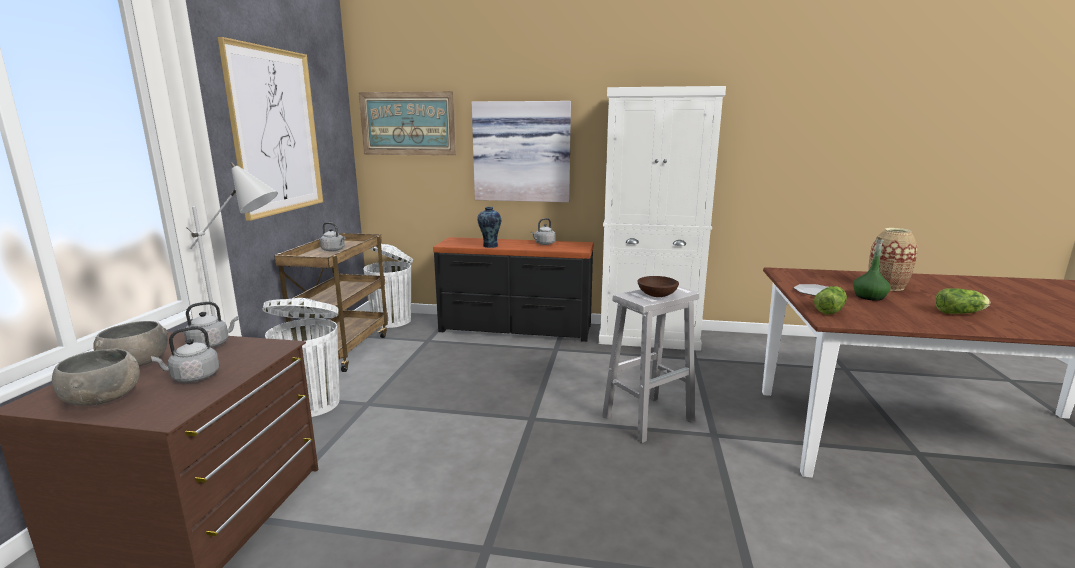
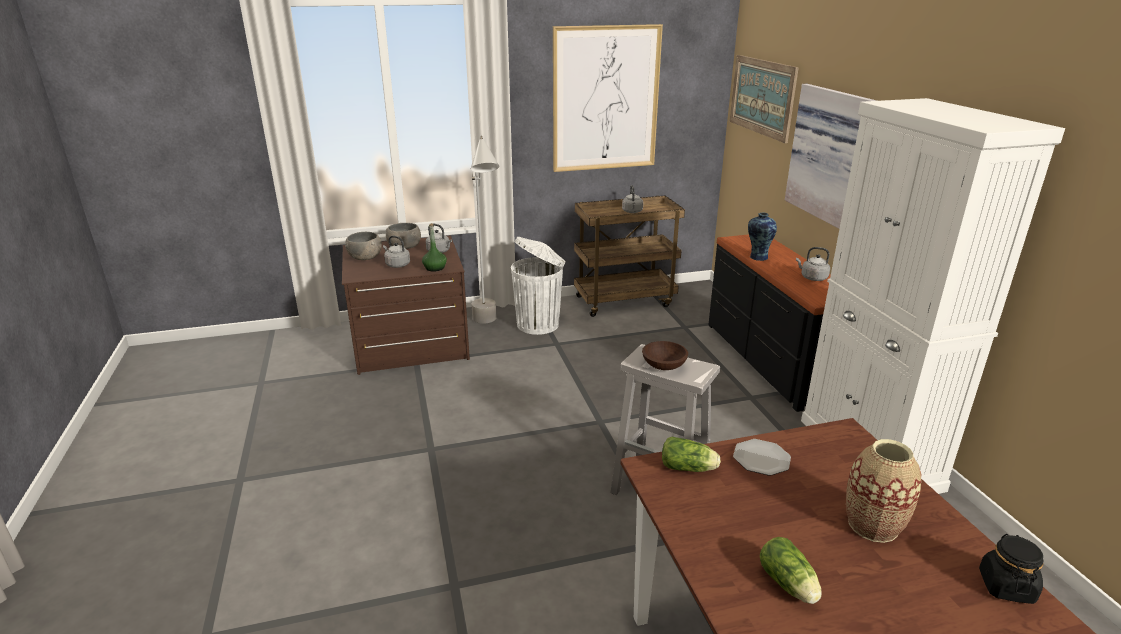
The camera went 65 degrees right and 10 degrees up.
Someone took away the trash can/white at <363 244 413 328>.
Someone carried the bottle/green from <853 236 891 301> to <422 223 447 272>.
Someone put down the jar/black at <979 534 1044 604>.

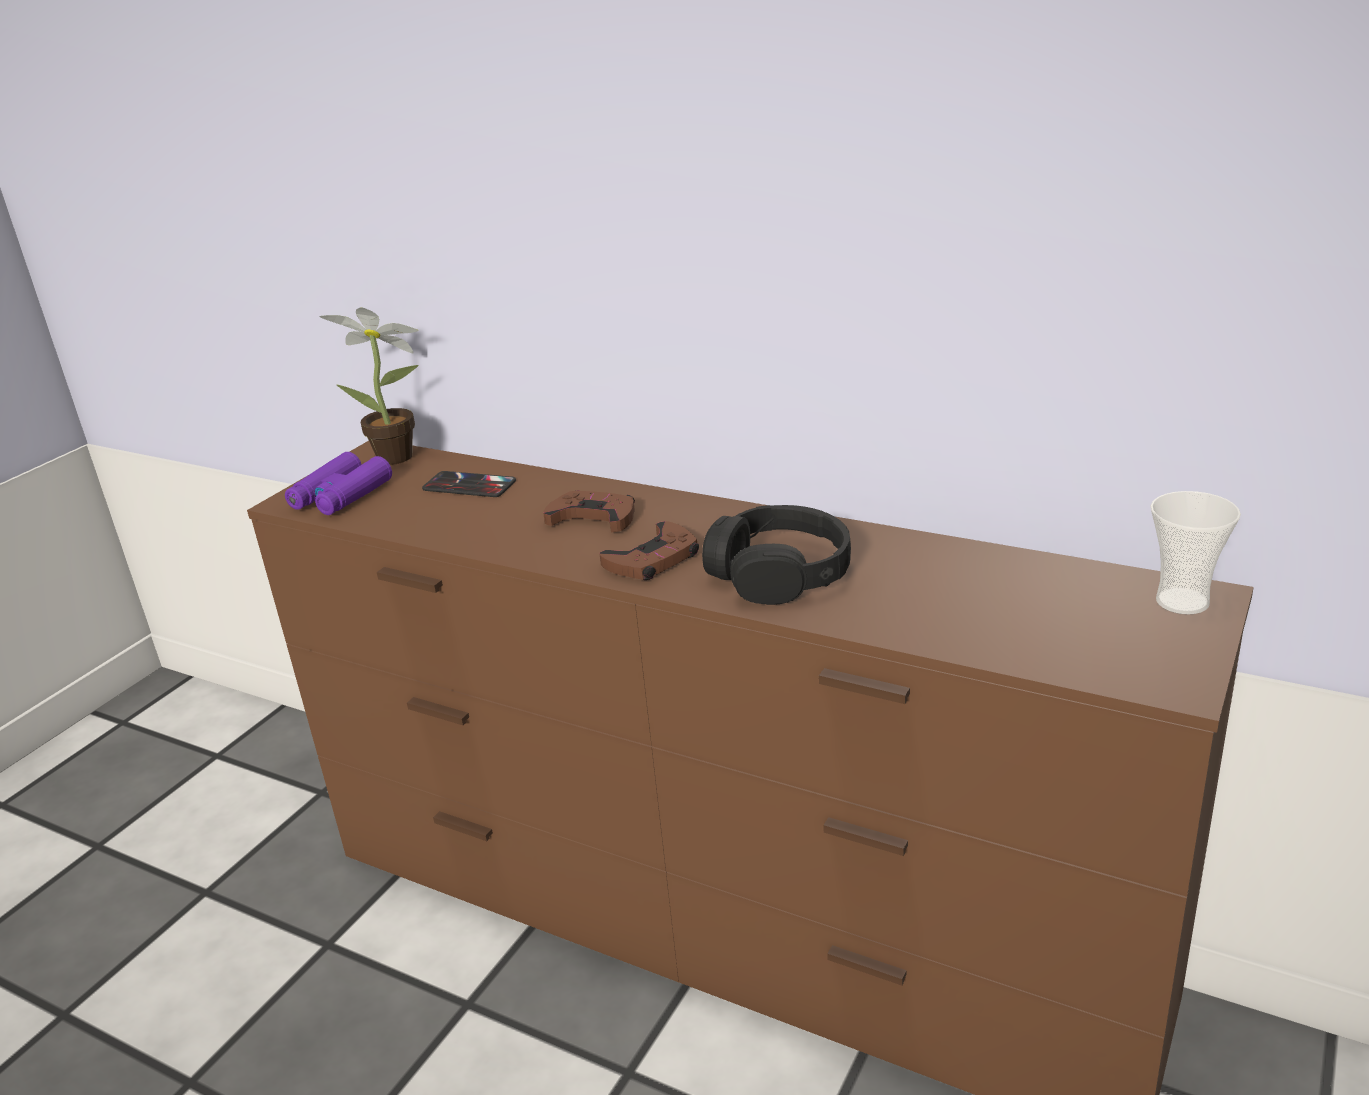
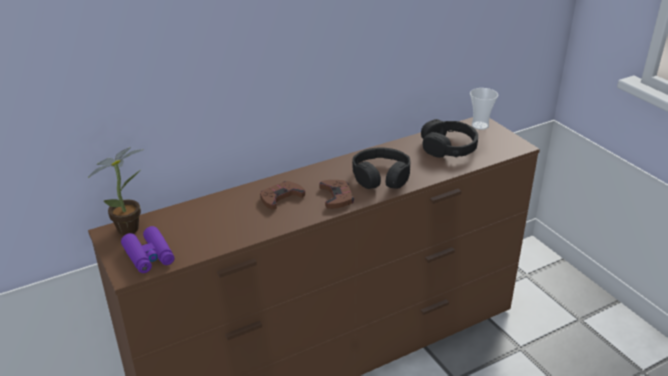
The camera went 60 degrees left and 5 degrees up.
Someone took away the phone at <422 471 516 497>.
Someone put down the headphones/black at <421 119 478 158>.

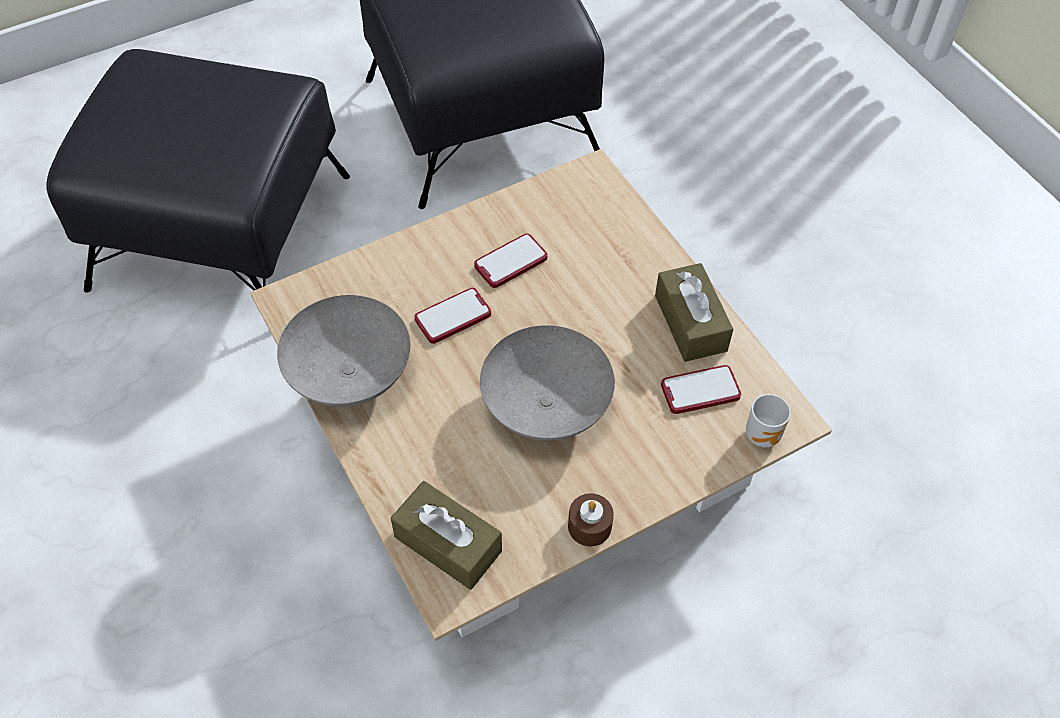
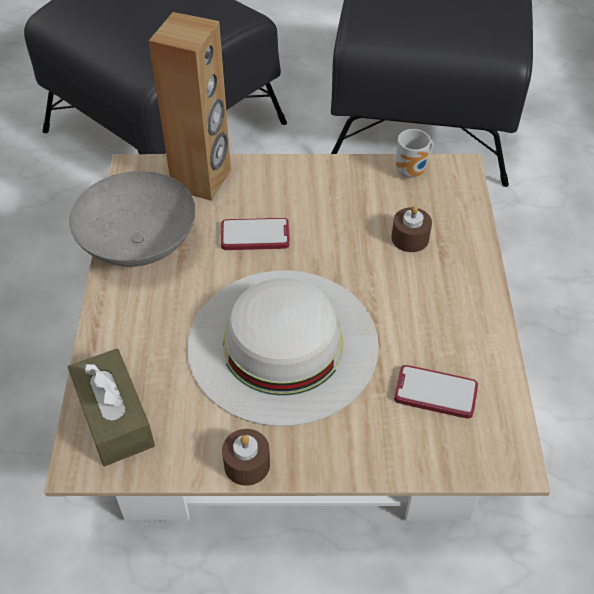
The camera went 30 degrees right and 5 degrees down.
Someone took away the phone at <474 233 547 288>.
Someone swapped the bowl/grey at <480 325 615 441> for the hat/white at <187 270 379 426>.
Someone took away the tissue box/brown at <655 263 734 362>.
Someone carried the mug from <746 394 791 447> to <395 129 434 178>.
Someone put down the speaker/brown at <149 12 231 201>.
Someone put down the candle/brown at <391 206 432 252>.

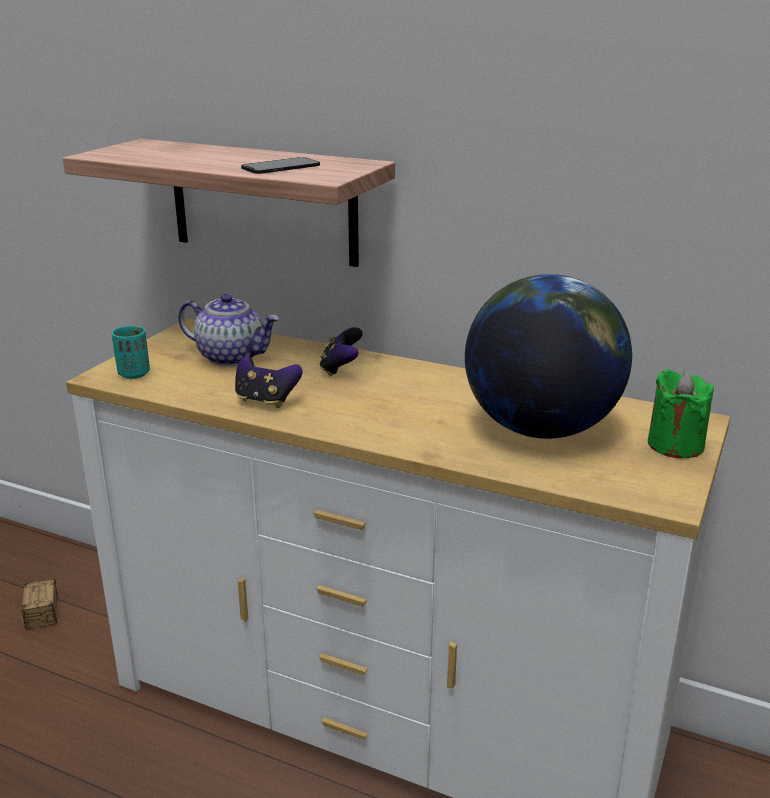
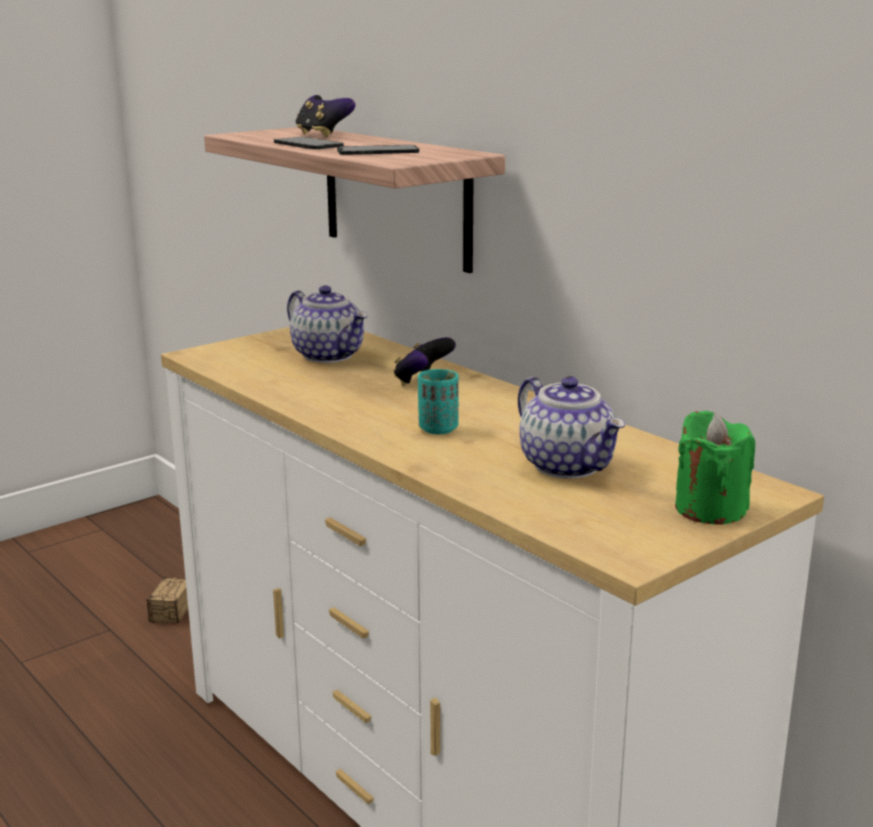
The camera went 25 degrees right and 5 degrees down.
Someone carried the cup/turquoise from <112 326 150 379> to <418 369 459 434>.
Someone carried the game controller from <235 356 303 408> to <296 95 355 137>.
Someone swapped the globe at <465 274 632 439> for the teapot at <518 376 625 479>.
Someone put down the phone at <274 137 344 149>.

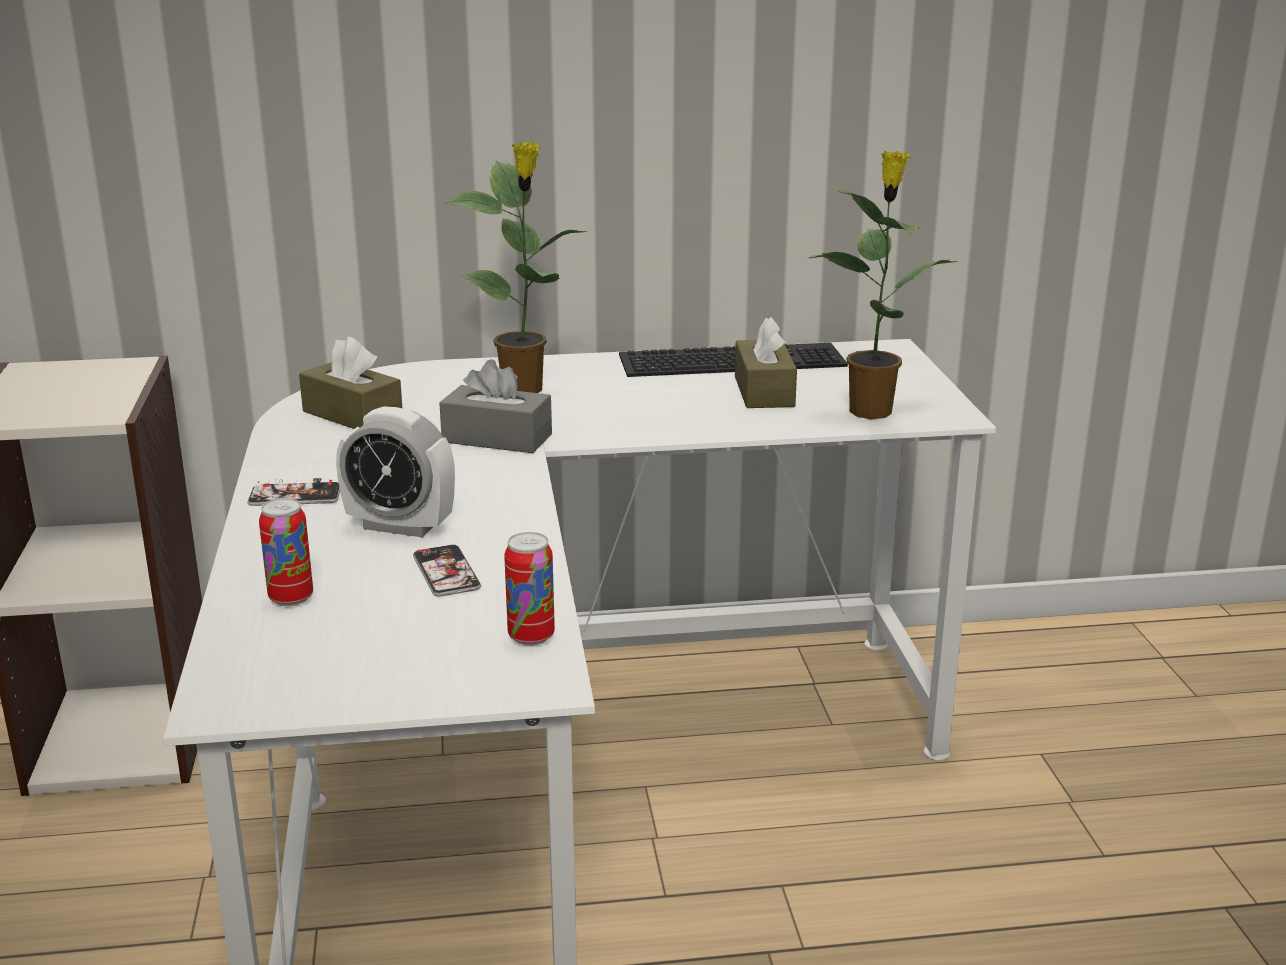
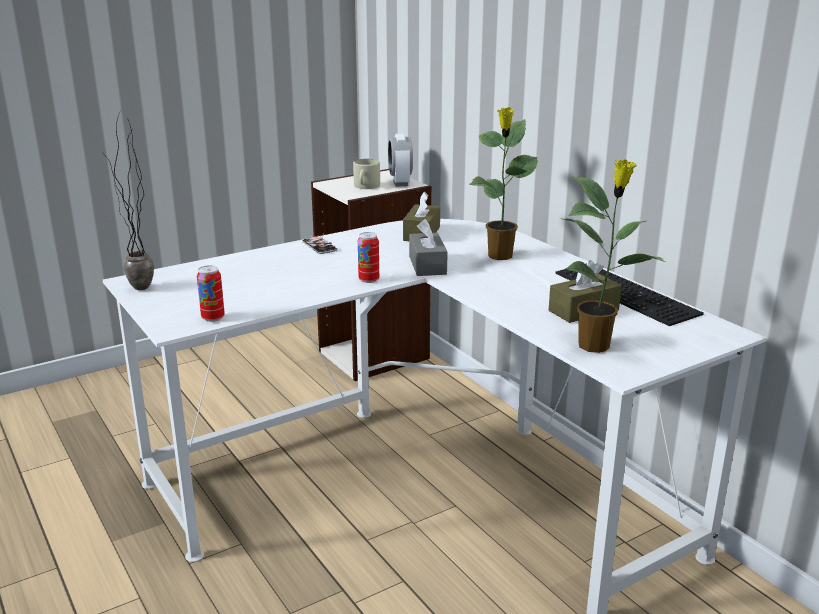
The camera went 65 degrees right and 0 degrees up.
Someone carried the can from <259 498 313 606> to <358 232 379 283>.
Someone carried the alarm clock from <336 406 455 537> to <388 134 413 186>.
Someone took away the phone at <413 544 481 597>.
Someone put down the potted plant at <106 111 154 290>.
Someone put down the mug/beige at <353 159 380 189>.

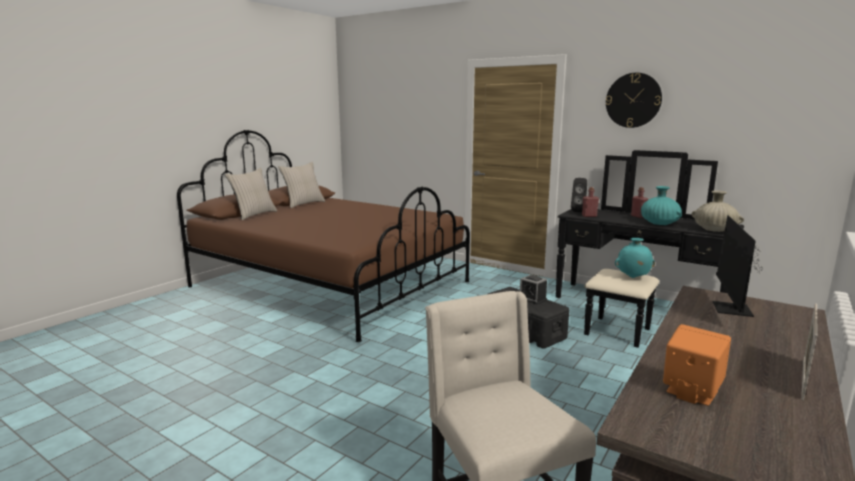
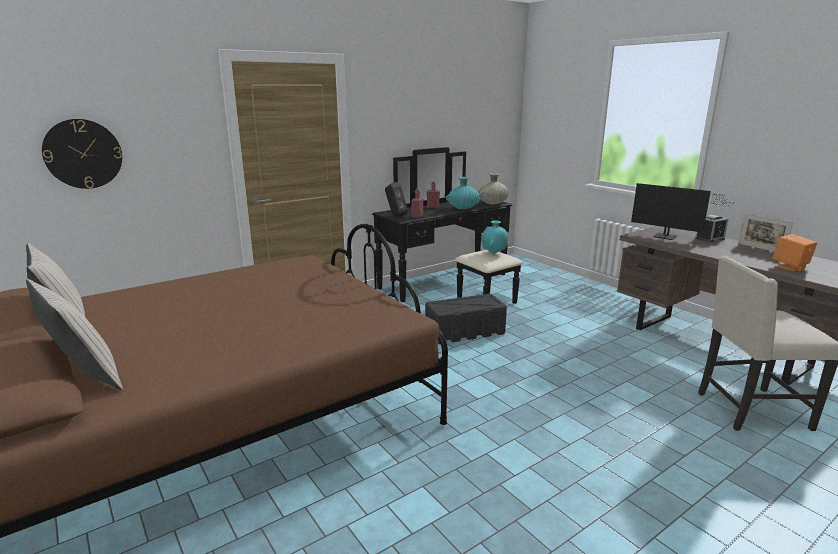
The camera went 70 degrees left and 5 degrees up.
Someone carried the alarm clock from <520 275 547 305> to <695 215 728 242>.
Someone carried the wall clock from <606 73 662 128> to <42 119 122 189>.

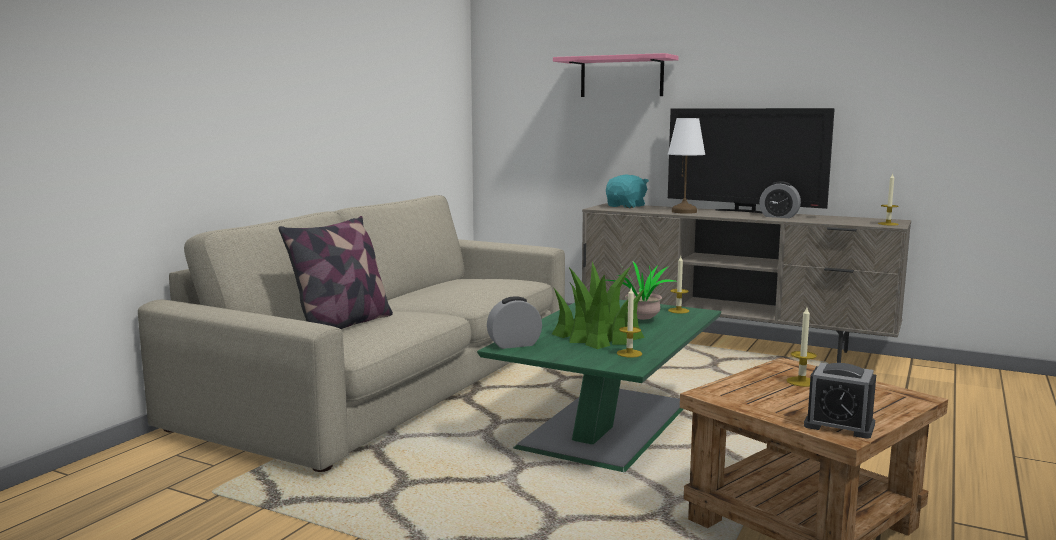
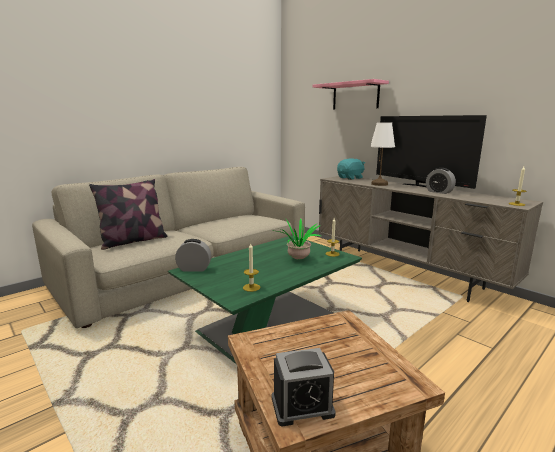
The camera went 20 degrees right and 5 degrees up.
Someone took away the potted plant at <552 262 645 349>.
Someone took away the candle at <787 307 817 387>.
Someone rotated the alarm clock at <804 363 876 439> by 60 degrees counterclockwise.

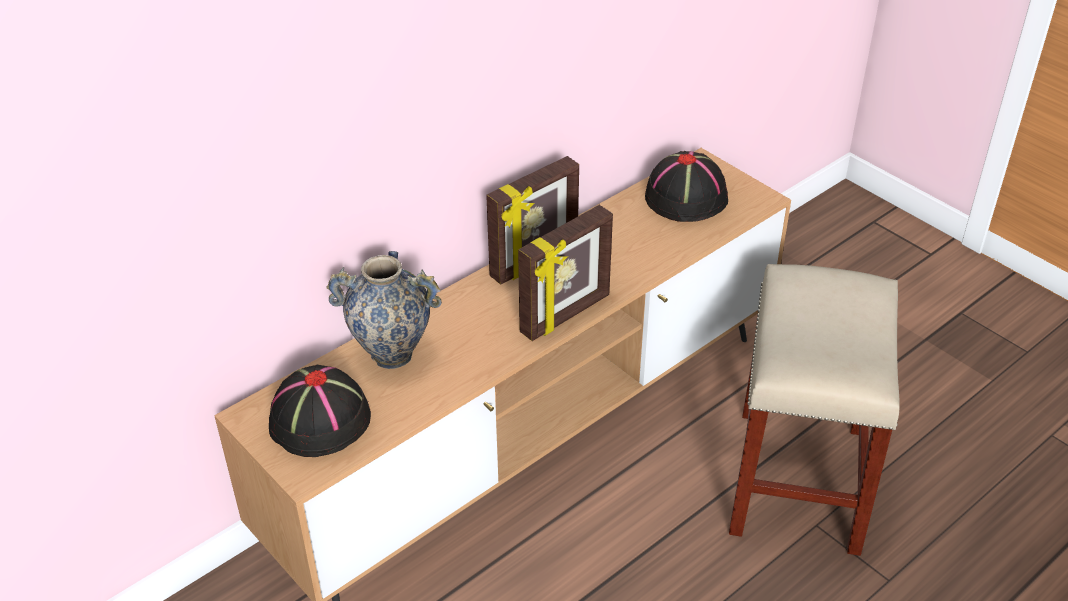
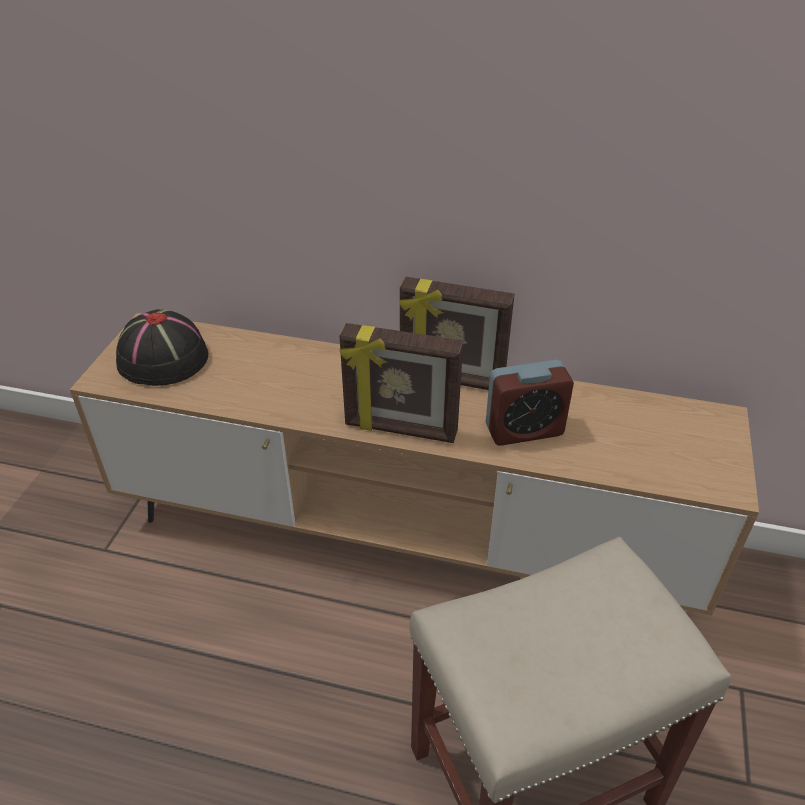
The camera went 55 degrees right and 0 degrees up.
Someone took away the vase at <326 251 442 369>.
Someone took away the hat/black at <645 151 728 222>.
Someone put down the alarm clock at <486 360 574 446>.

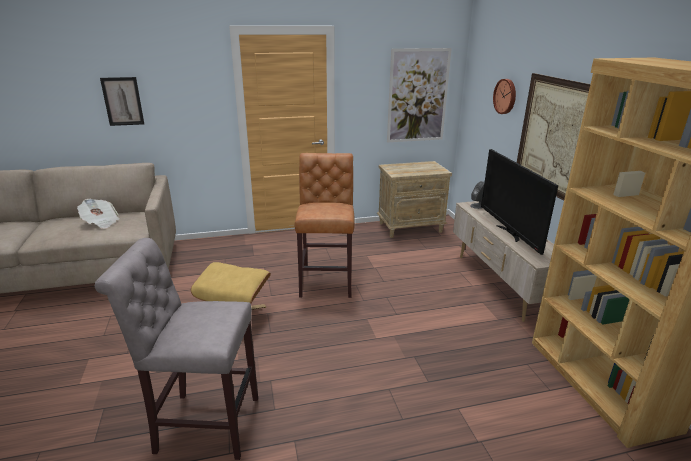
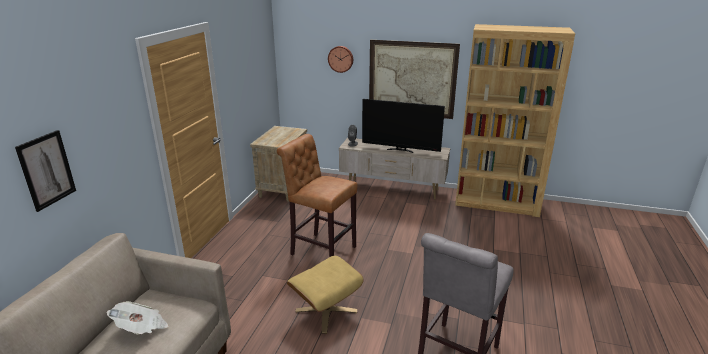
The camera went 60 degrees left and 0 degrees up.
Someone took away the picture at <387 48 452 142>.

